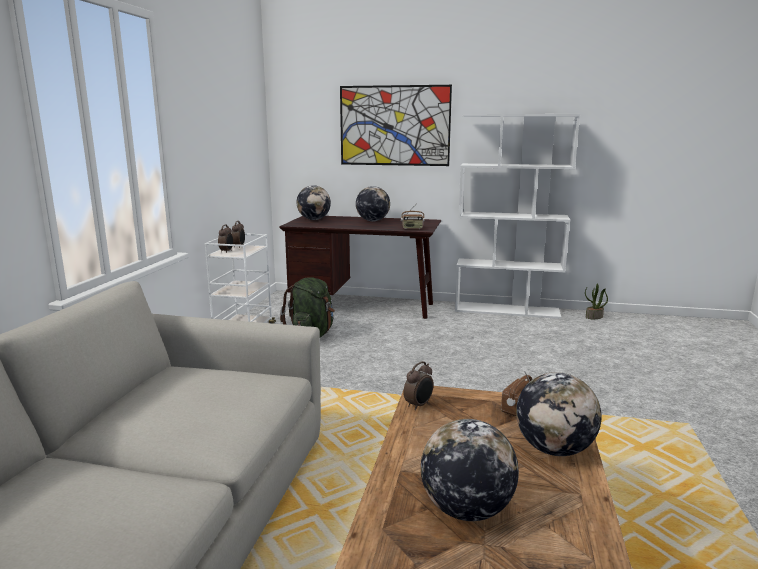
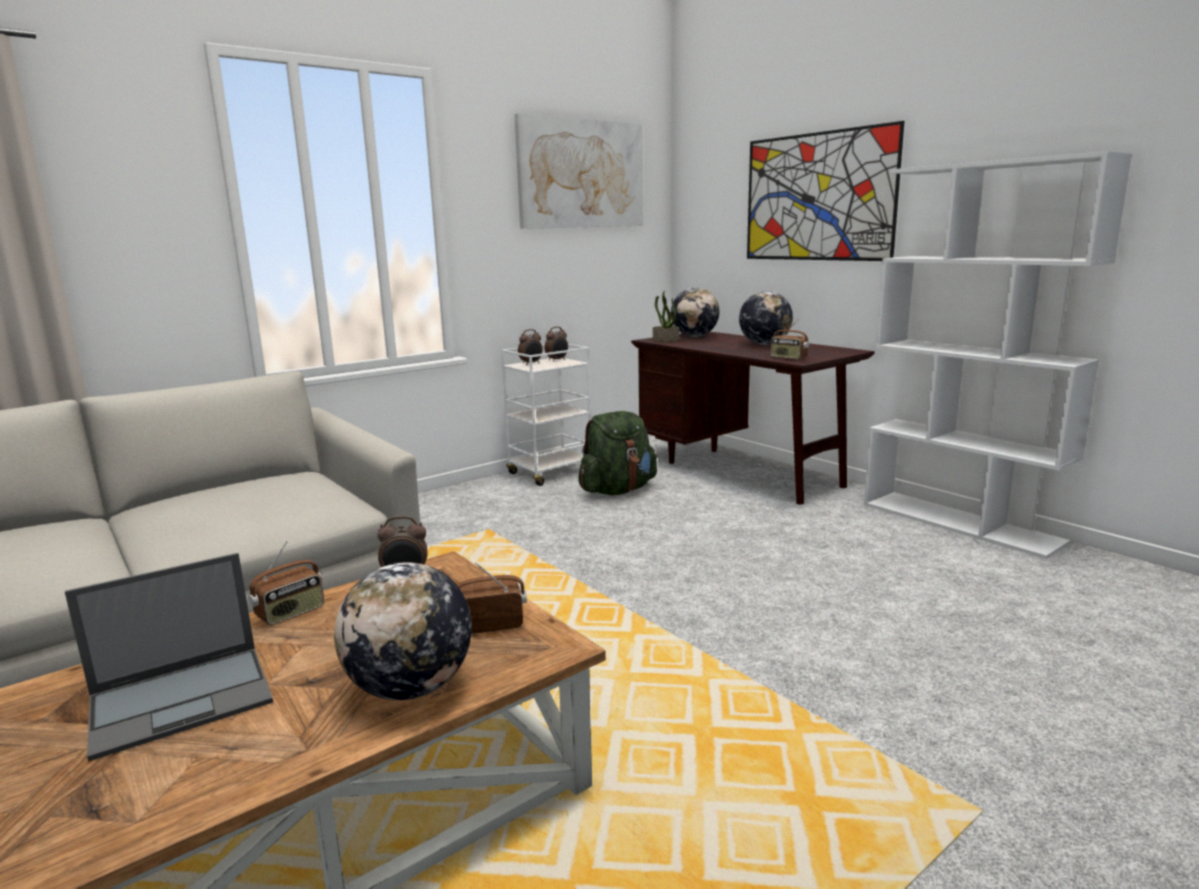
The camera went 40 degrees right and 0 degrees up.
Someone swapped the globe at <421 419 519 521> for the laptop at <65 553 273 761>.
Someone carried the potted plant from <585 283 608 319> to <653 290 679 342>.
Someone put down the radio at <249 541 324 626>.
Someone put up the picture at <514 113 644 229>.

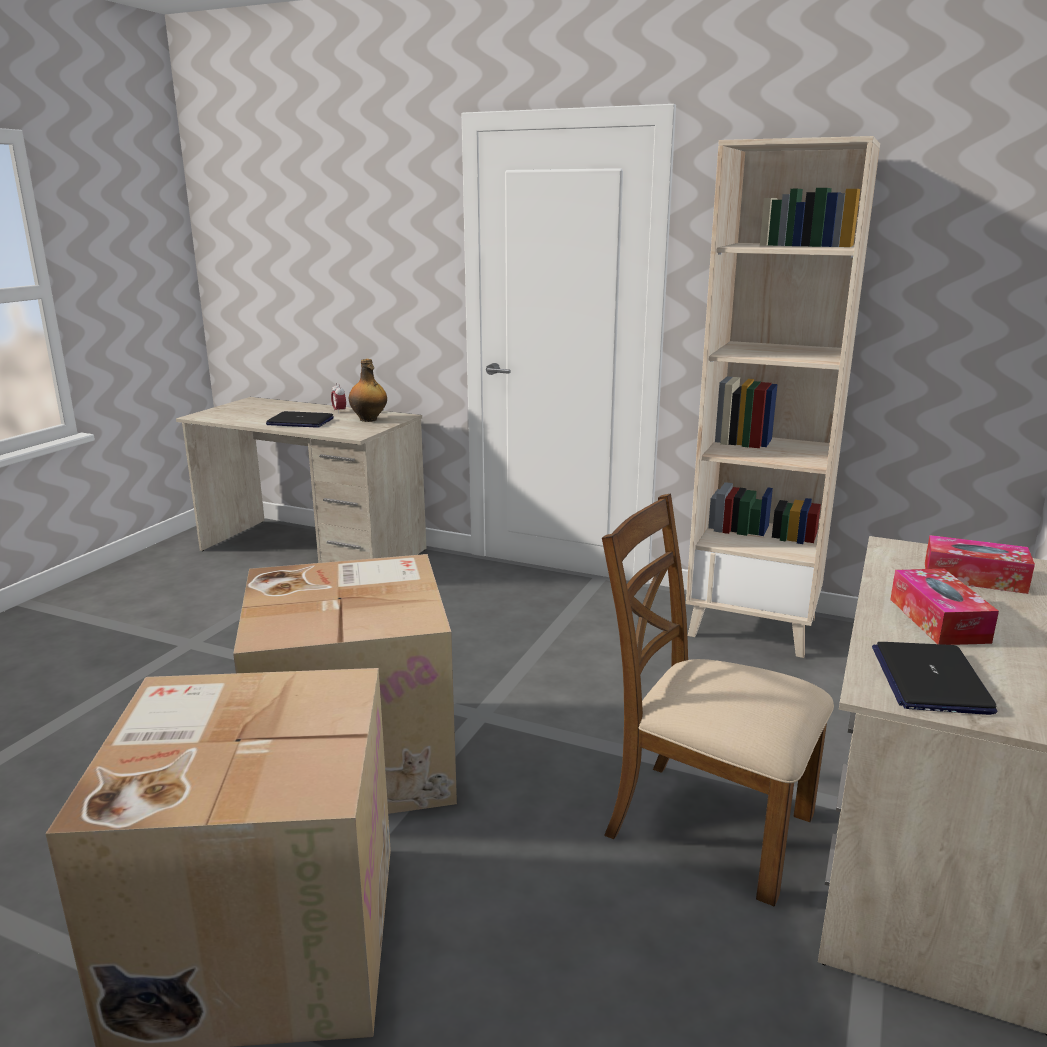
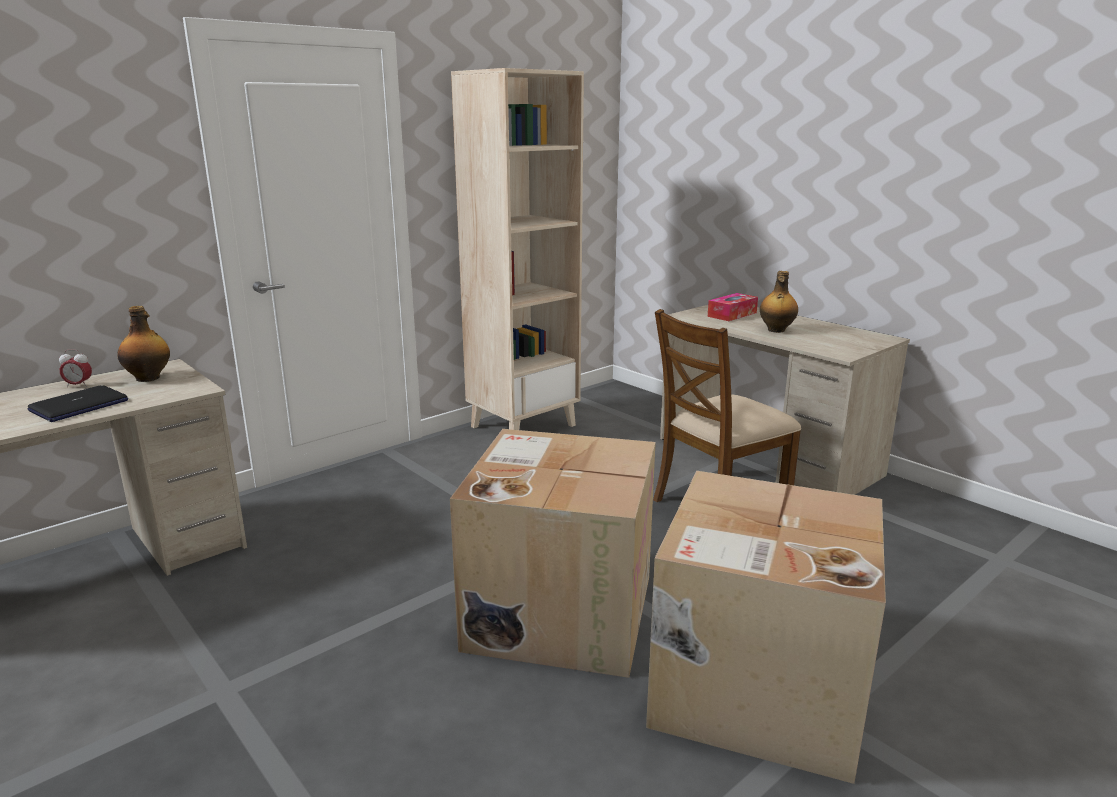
The camera went 65 degrees left and 0 degrees up.
Someone took away the laptop at <872 642 998 715>.
Someone swapped the tissue box at <890 569 999 645> for the bottle at <760 271 798 333>.

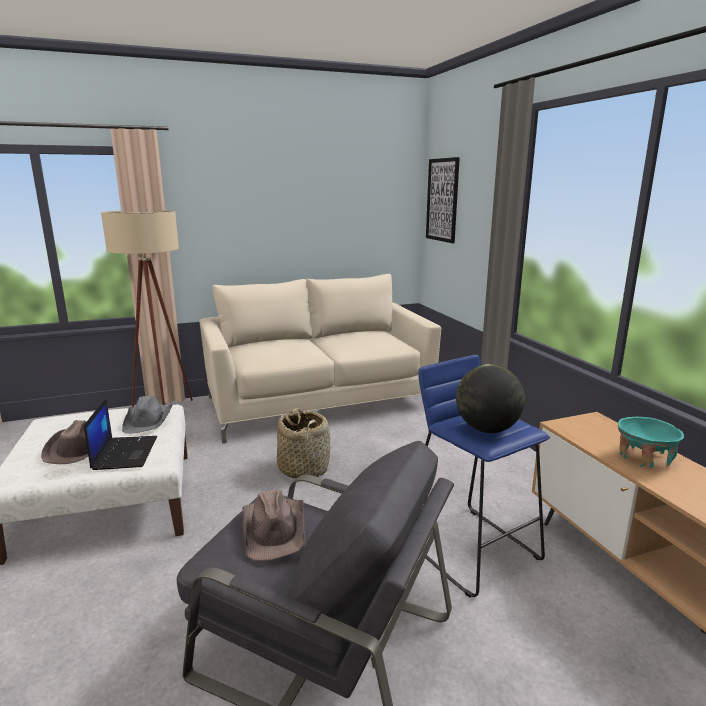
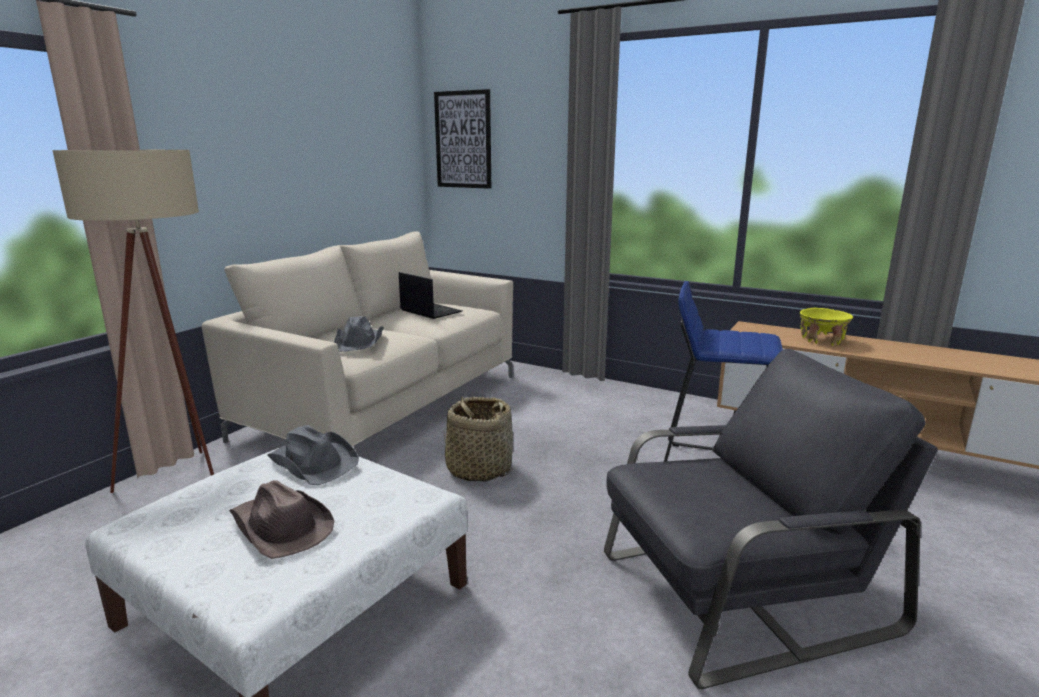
The camera went 40 degrees left and 0 degrees up.
Someone carried the laptop from <84 398 157 470> to <399 272 462 319>.
Someone took away the hat/brown at <242 490 305 561>.
Someone took away the globe at <456 364 525 433>.
Someone repainted the bowl/turquoise at <618 417 684 468>, which became the bowl/yellow at <800 308 853 346>.
Someone put down the hat/grey at <334 316 384 352>.

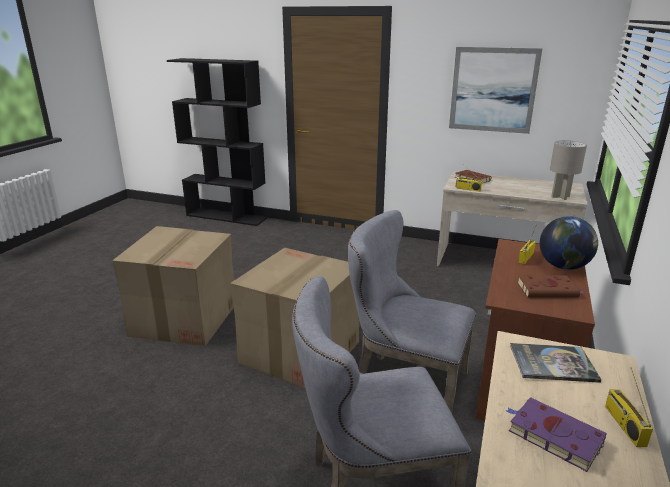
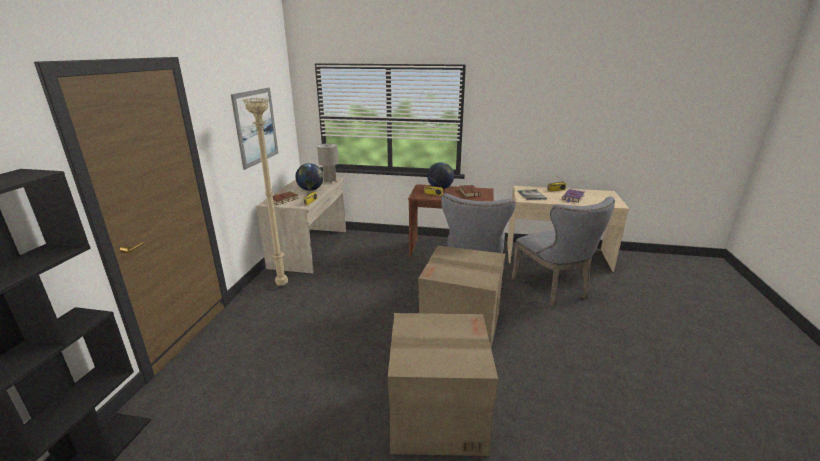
The camera went 100 degrees left and 0 degrees up.
Someone put down the floor lamp/beige at <243 98 288 286>.
Someone put down the globe at <295 163 324 191>.

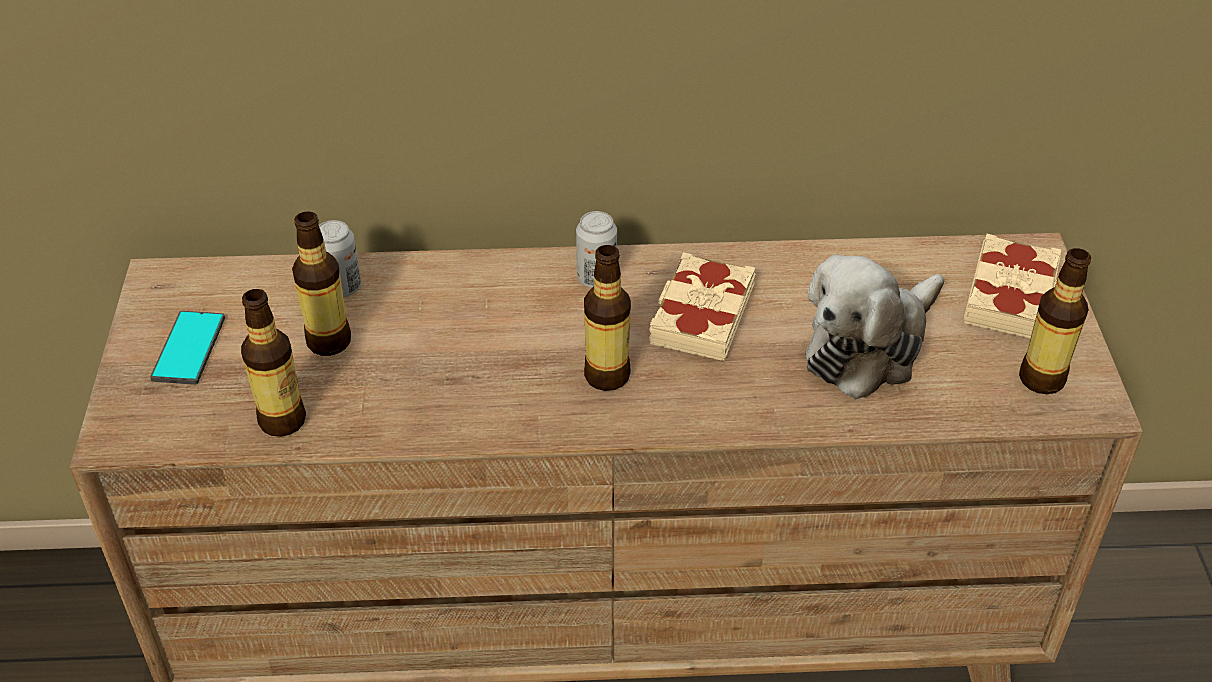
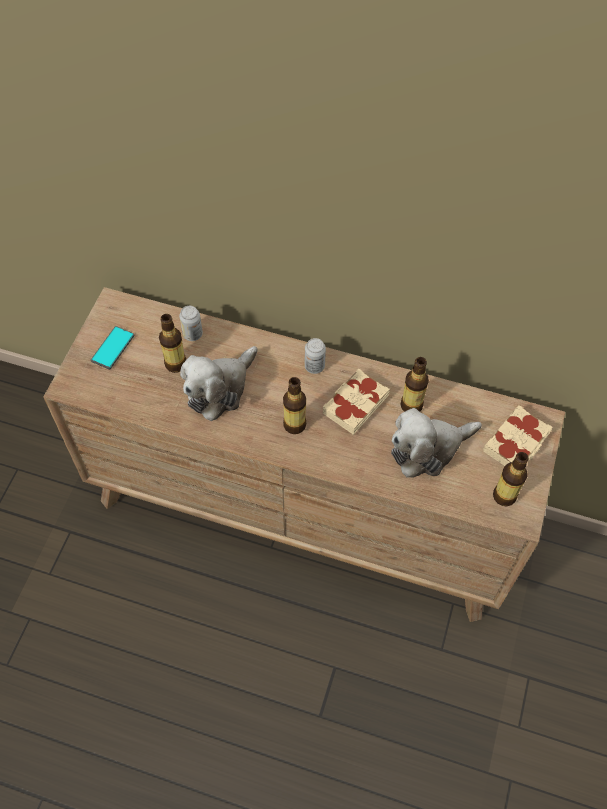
The camera went 20 degrees right and 15 degrees up.
Someone carried the bottle from <241 289 306 437> to <400 357 429 412>.
Someone put down the plush toy at <180 346 258 421>.

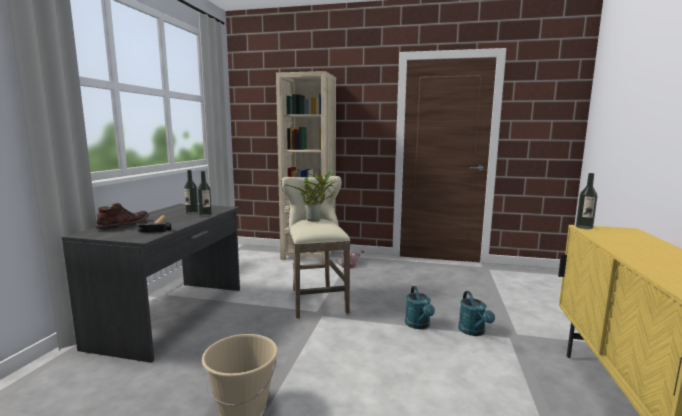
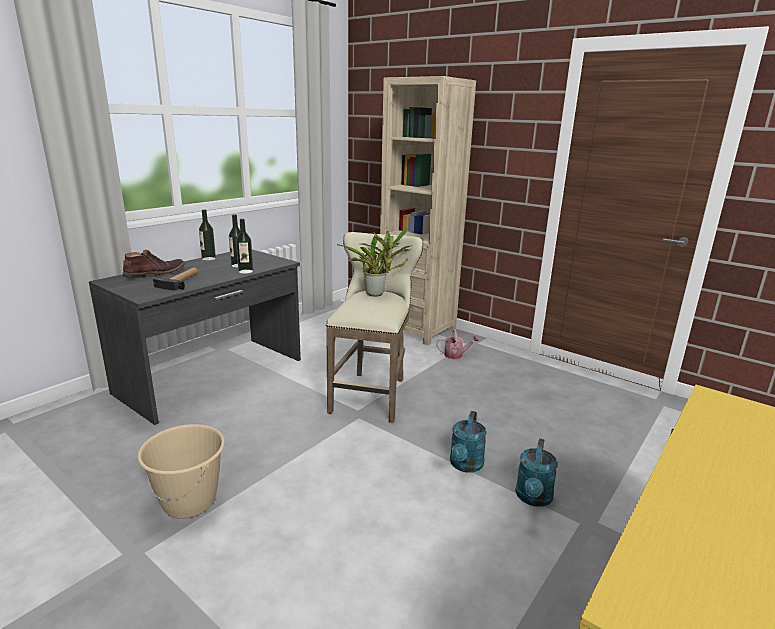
The camera went 25 degrees right and 10 degrees up.
Someone carried the bottle from <576 173 597 229> to <199 209 216 261>.

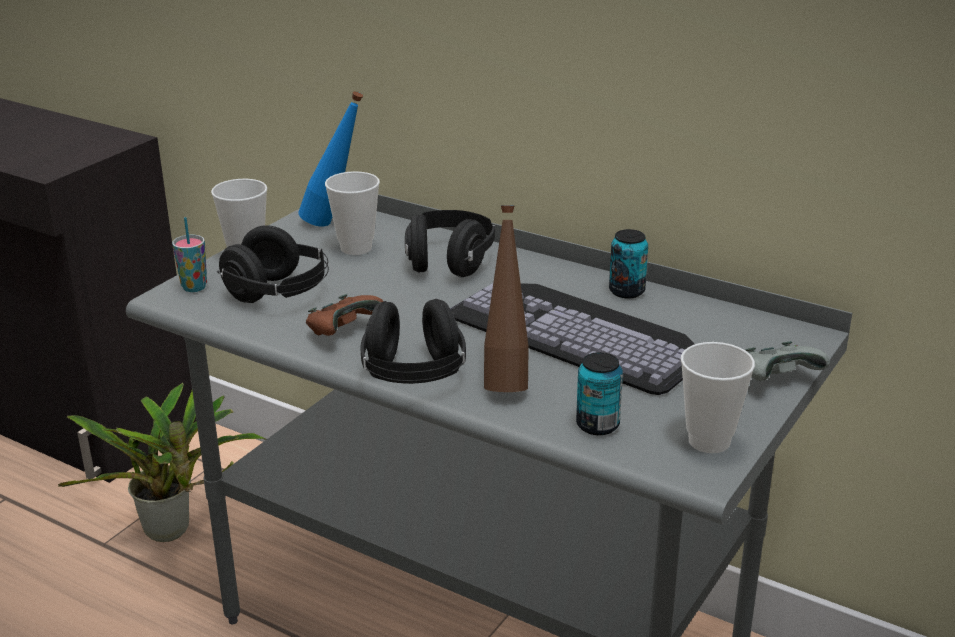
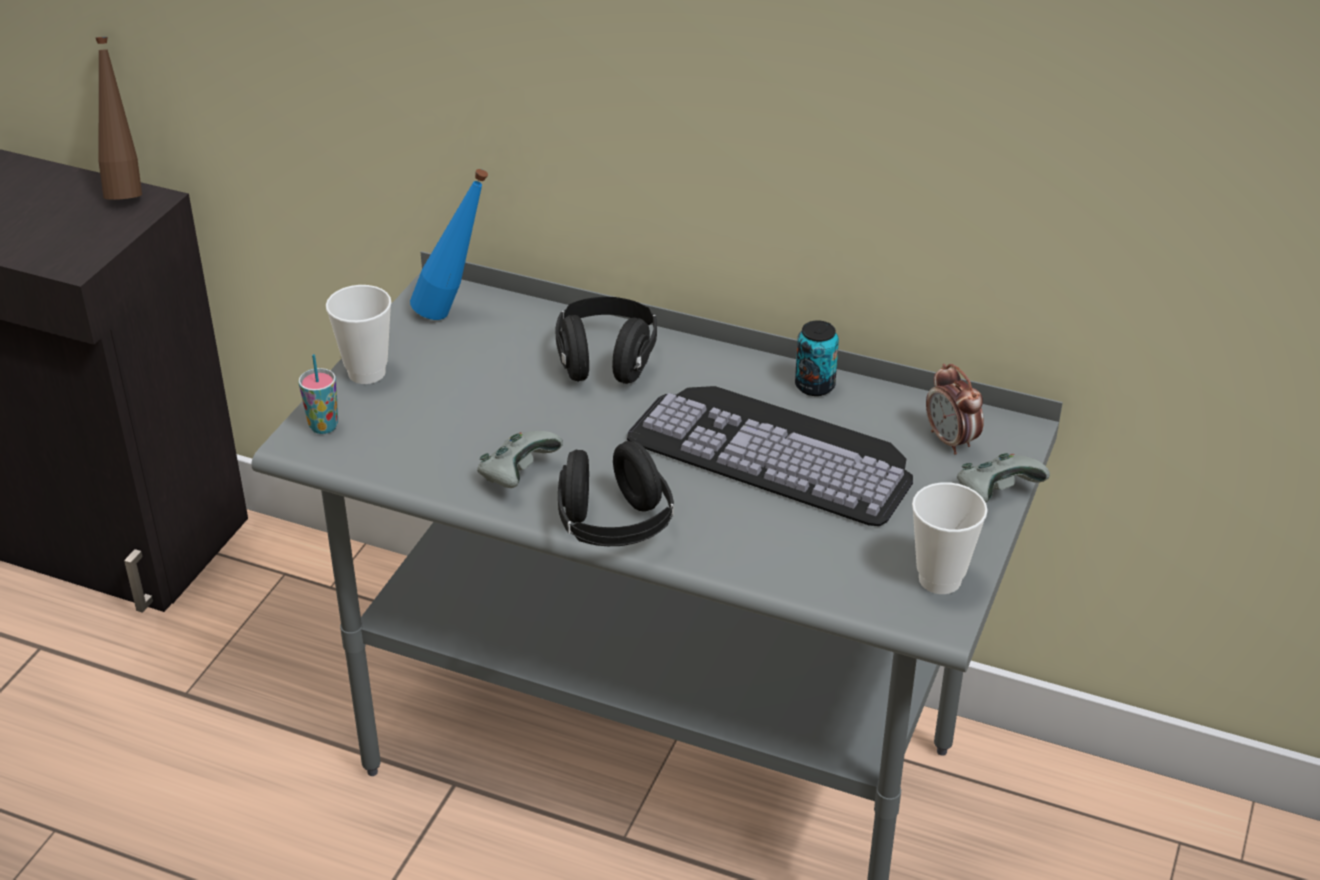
The camera went 10 degrees left and 10 degrees up.
Someone took away the potted plant at <58 383 267 542>.
Someone took away the headphones/black at <217 225 329 303>.
Someone repainted the game controller/brown at <306 294 383 336>, which became the game controller/grey at <477 431 563 488>.
Someone took away the cup at <325 171 380 255>.
Someone carried the bottle/brown from <484 205 529 392> to <96 37 142 200>.
Someone took away the can at <576 352 623 435>.
Someone put down the alarm clock at <926 364 984 455>.

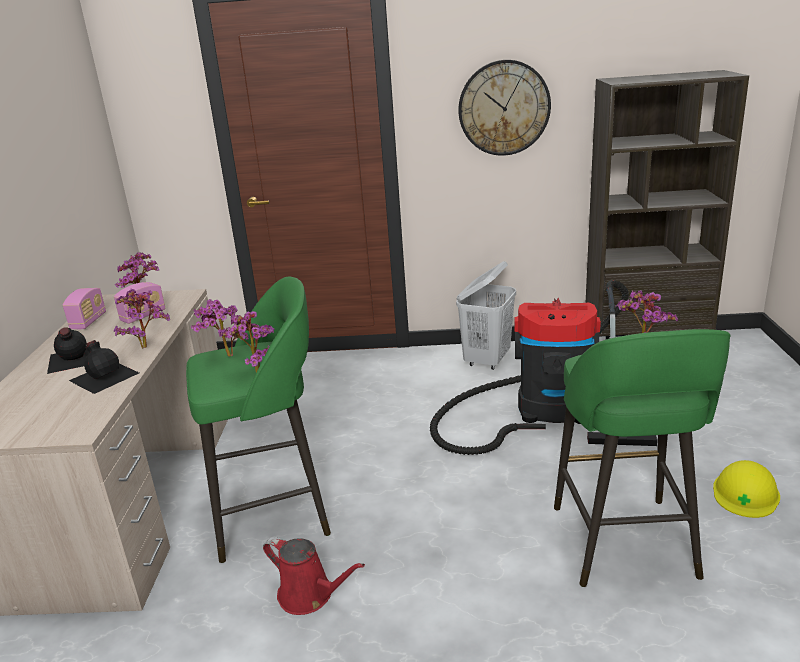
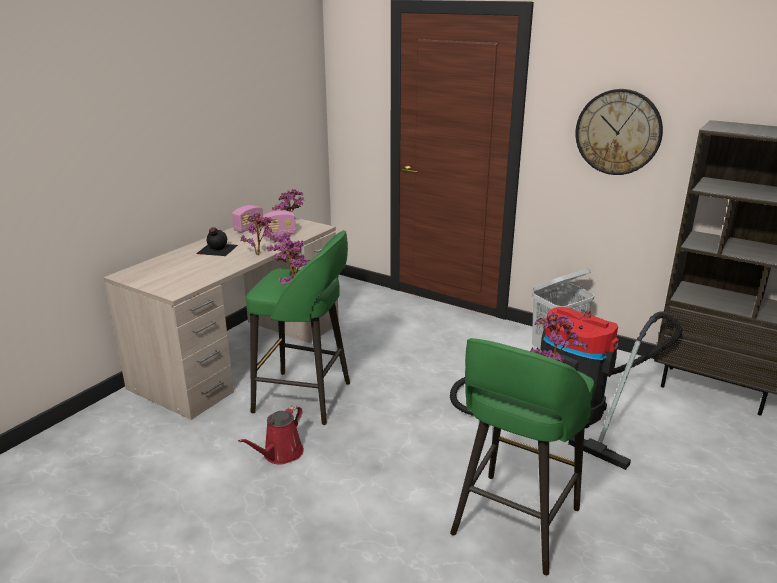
The camera went 30 degrees right and 0 degrees up.
Someone took away the bottle/black at <69 340 139 394>.
Someone rotated the watering can/red at <263 537 365 615> by 60 degrees clockwise.
Someone took away the hard hat/yellow at <713 460 780 518>.

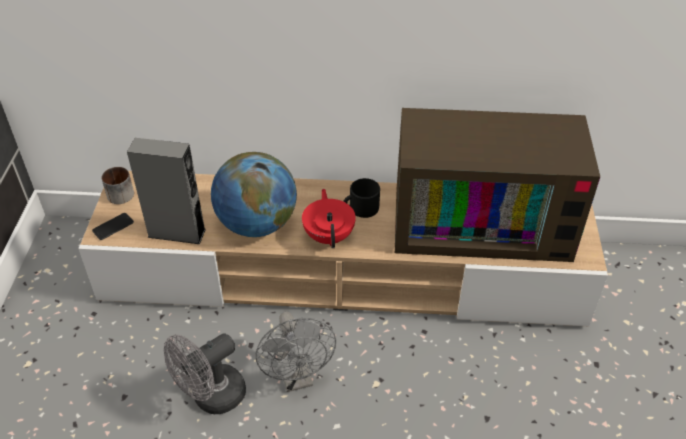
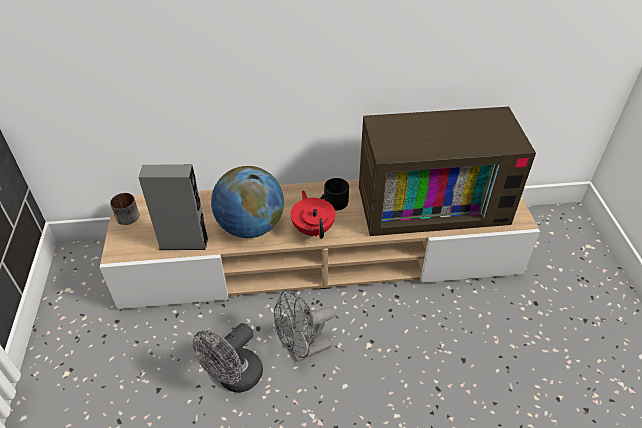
The camera went 10 degrees left and 0 degrees up.
Someone took away the phone at <92 213 134 240>.
Someone rotated the fan/grey at <256 311 336 392> by 90 degrees clockwise.

